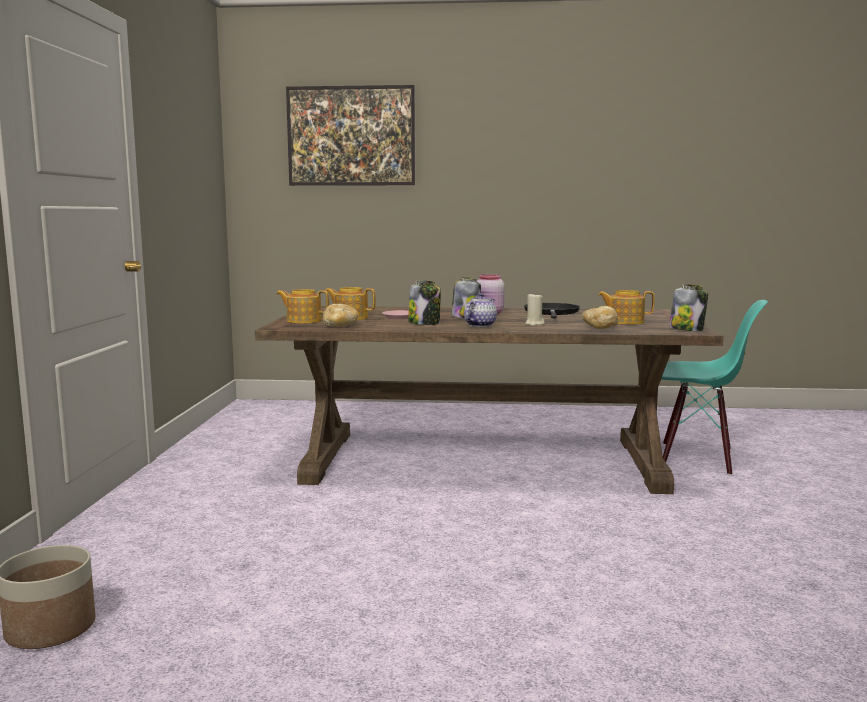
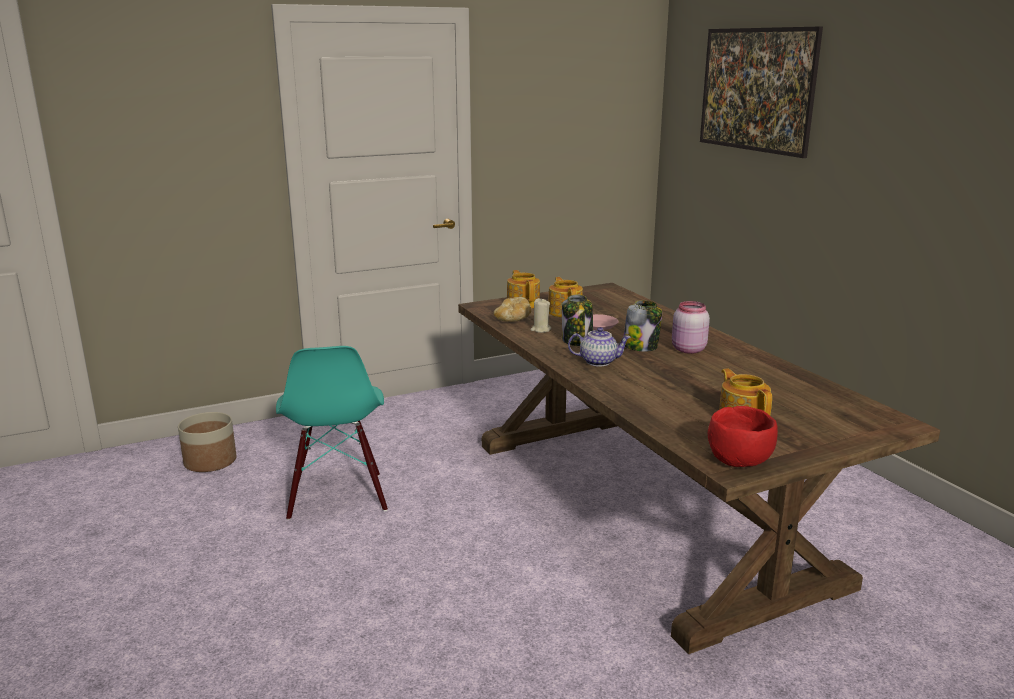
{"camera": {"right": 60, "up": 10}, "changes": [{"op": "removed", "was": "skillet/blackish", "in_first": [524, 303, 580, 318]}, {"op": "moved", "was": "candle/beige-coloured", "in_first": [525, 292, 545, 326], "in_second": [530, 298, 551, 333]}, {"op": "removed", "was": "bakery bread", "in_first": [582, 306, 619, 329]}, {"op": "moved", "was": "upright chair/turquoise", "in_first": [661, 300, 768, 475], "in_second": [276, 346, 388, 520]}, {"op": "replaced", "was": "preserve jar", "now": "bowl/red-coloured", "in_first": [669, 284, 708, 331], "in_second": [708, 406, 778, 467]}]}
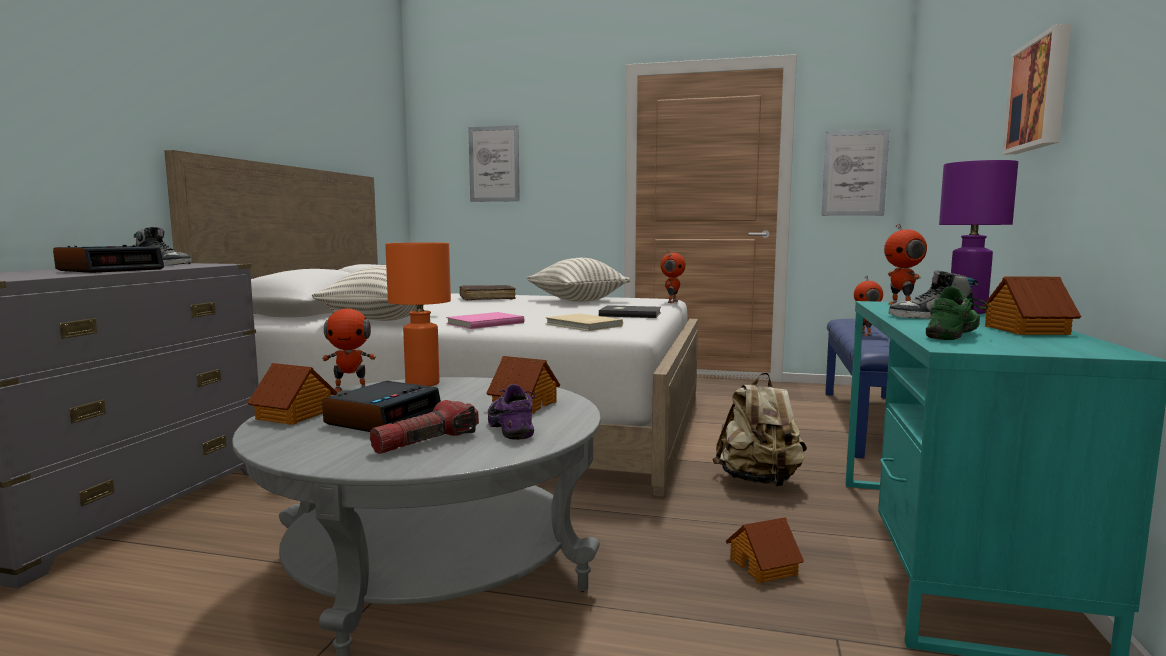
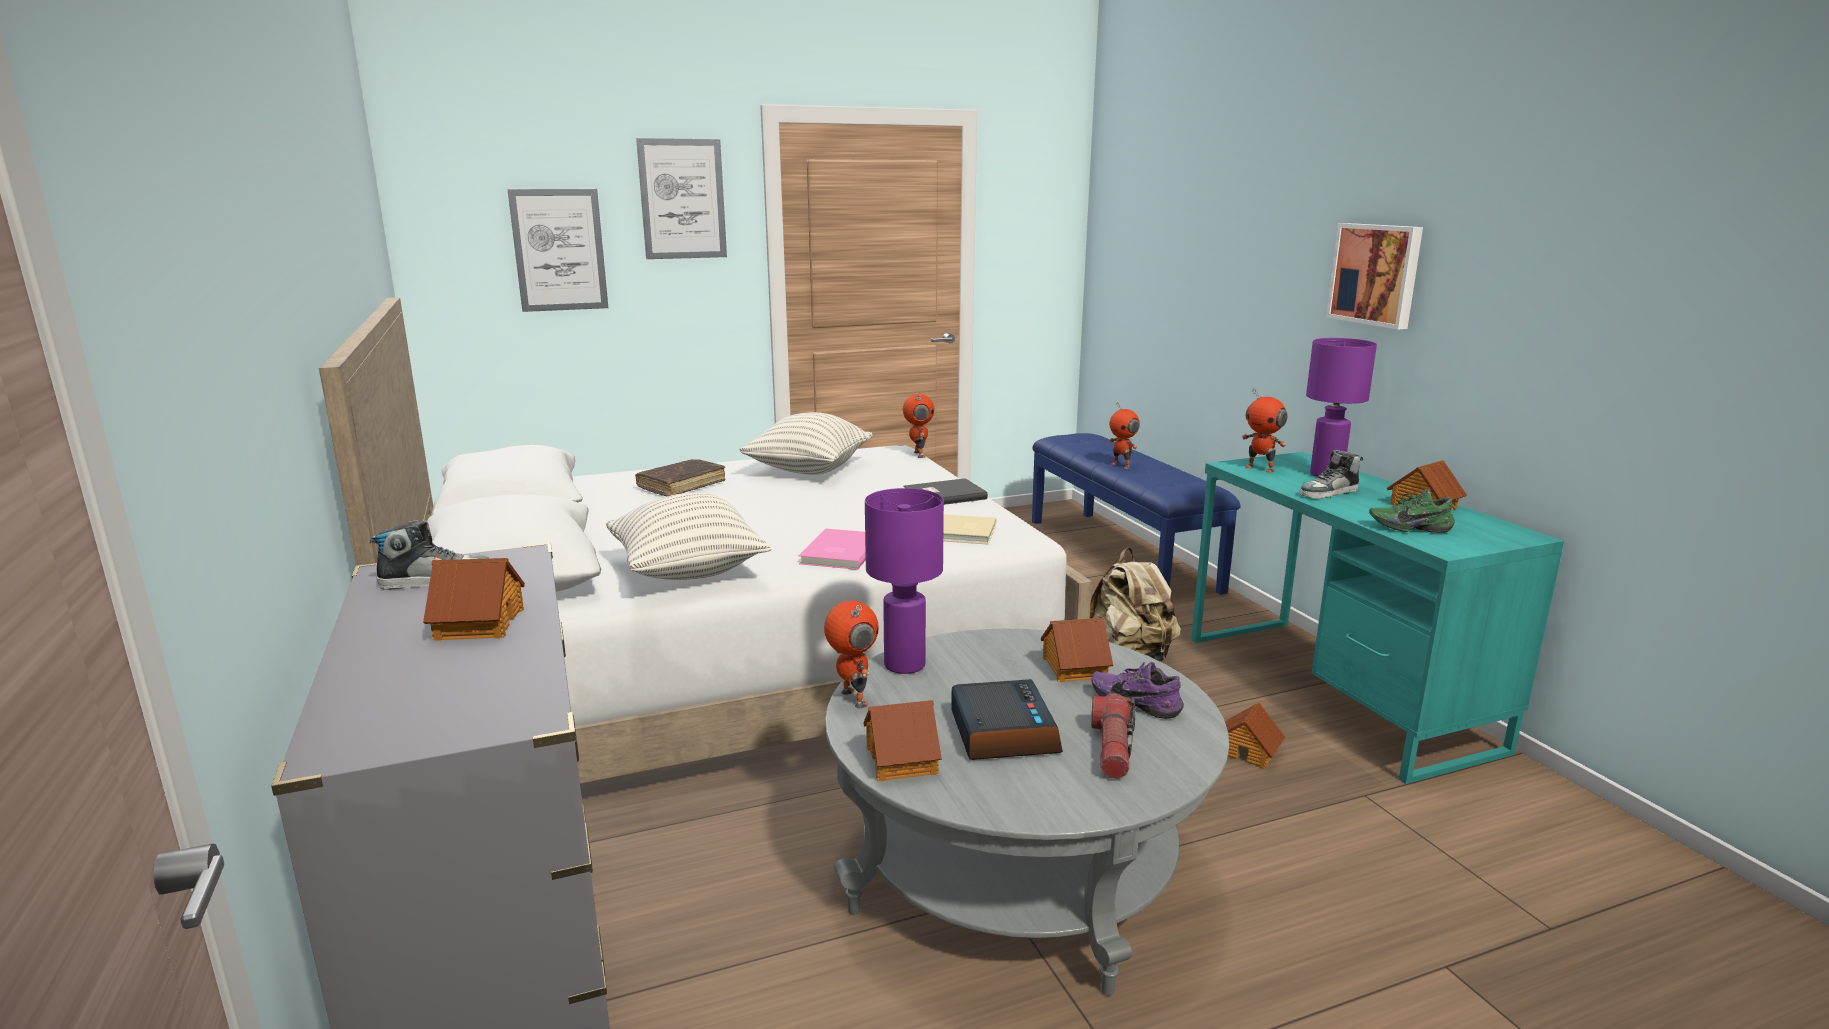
{"camera": {"right": -35, "up": 10}, "changes": [{"op": "replaced", "was": "bedside clock", "now": "model house", "in_first": [53, 245, 164, 273], "in_second": [423, 558, 525, 641]}, {"op": "turned", "was": "robot figure", "in_first": [322, 302, 376, 392], "in_second": [824, 600, 879, 708], "clockwise": -75}, {"op": "recoloured", "was": "tabletop lamp/orange-coloured", "now": "tabletop lamp/purplish", "in_first": [385, 243, 451, 386], "in_second": [865, 488, 944, 674]}, {"op": "moved", "was": "wall picture", "in_first": [821, 129, 890, 216], "in_second": [636, 138, 727, 259]}, {"op": "turned", "was": "low shoe/greenish", "in_first": [926, 286, 989, 340], "in_second": [1369, 489, 1455, 533], "clockwise": -90}]}
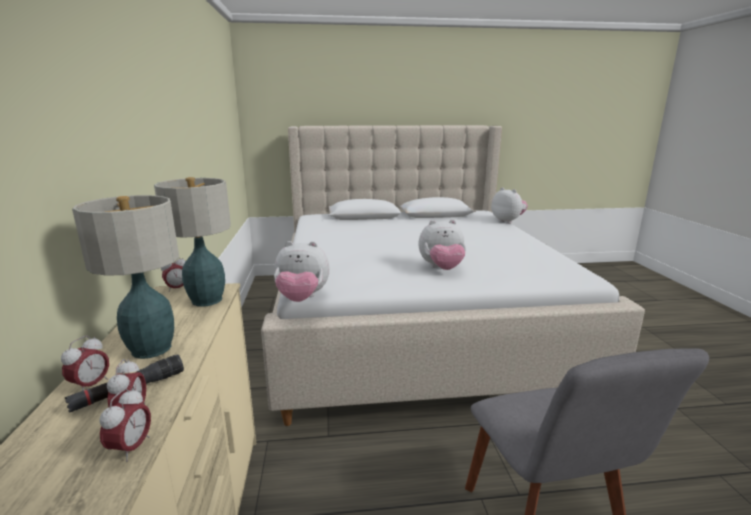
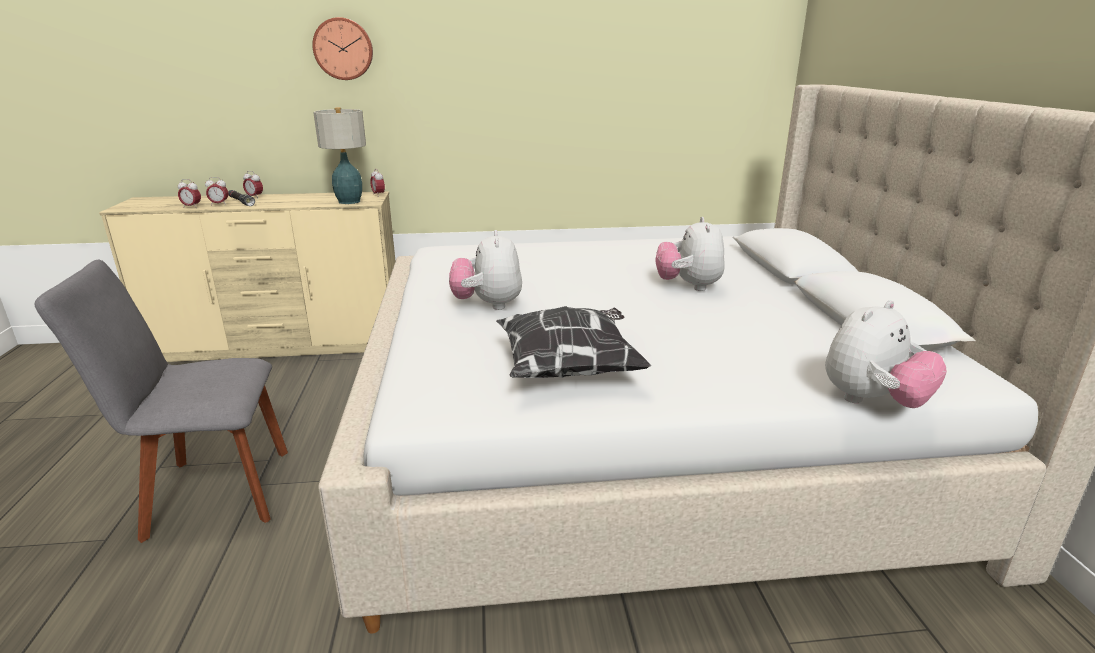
{"camera": {"right": 90, "up": 5}, "changes": [{"op": "removed", "was": "tabletop lamp", "in_first": [72, 195, 179, 359]}, {"op": "moved", "was": "plush toy", "in_first": [274, 241, 329, 302], "in_second": [655, 217, 725, 291]}, {"op": "added", "now": "clock on the wall", "in_second": [312, 17, 373, 80]}, {"op": "added", "now": "cushion", "in_second": [496, 306, 651, 378]}]}
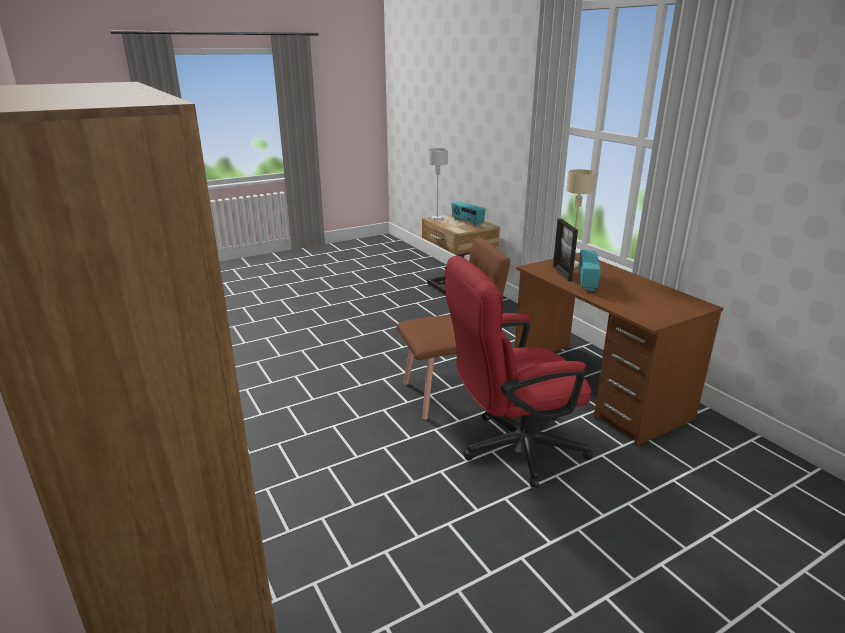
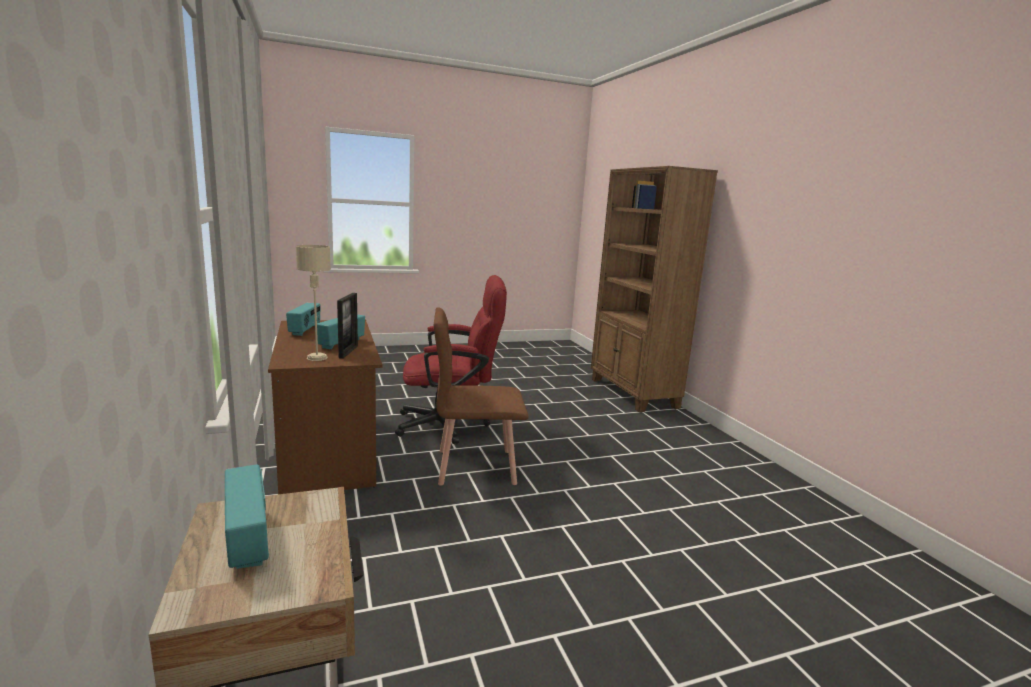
{"camera": {"right": -170, "up": -10}, "changes": [{"op": "removed", "was": "tabletop lamp/grey", "in_first": [428, 148, 448, 221]}, {"op": "added", "now": "radio set", "in_second": [286, 303, 321, 336]}]}
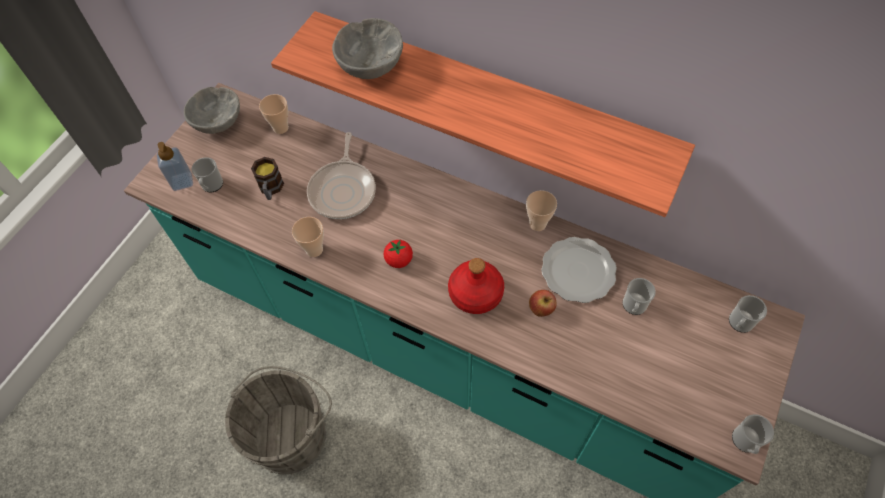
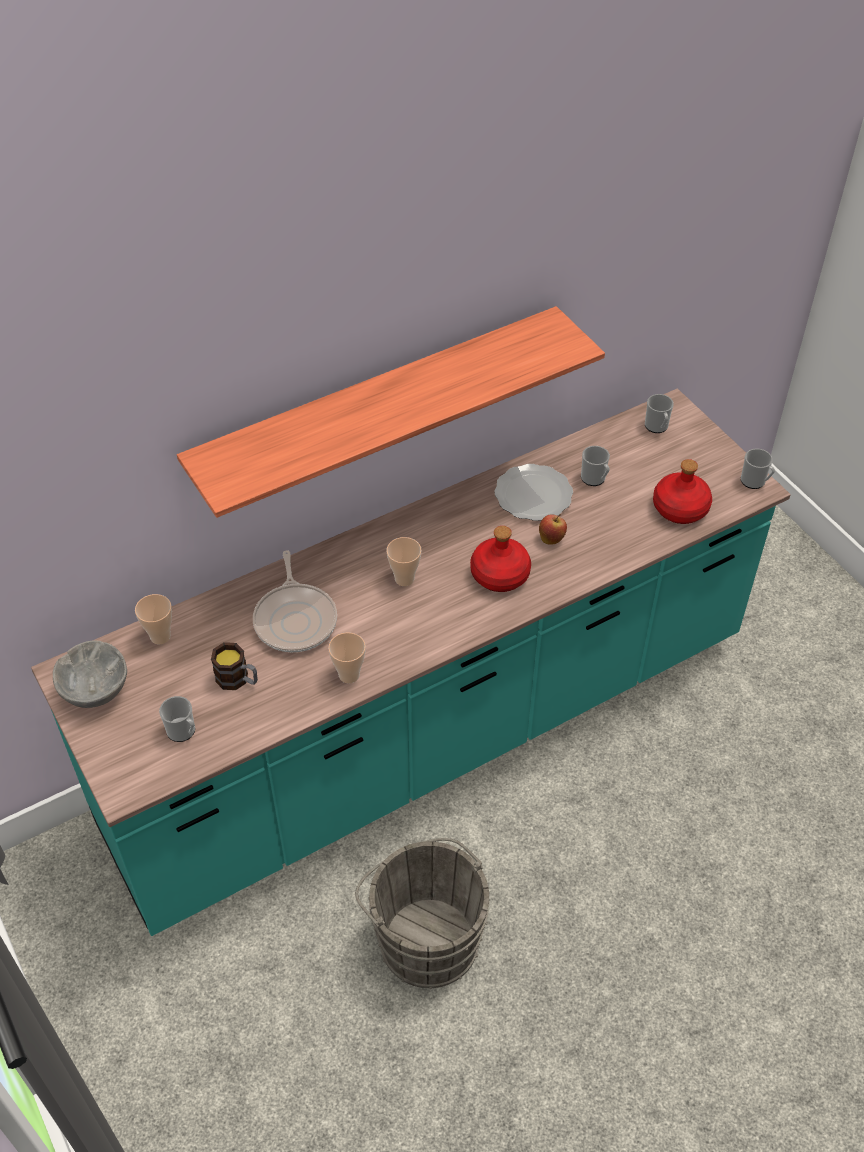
{"camera": {"right": -60, "up": -10}, "changes": [{"op": "removed", "was": "soap dispenser", "in_first": [157, 142, 193, 191]}, {"op": "turned", "was": "skillet", "in_first": [307, 132, 376, 219], "in_second": [253, 550, 337, 652], "clockwise": 45}, {"op": "removed", "was": "bowl/grey", "in_first": [332, 18, 403, 79]}, {"op": "removed", "was": "whole tomato", "in_first": [384, 240, 413, 268]}, {"op": "moved", "was": "small cup", "in_first": [526, 190, 557, 231], "in_second": [386, 537, 421, 586]}, {"op": "added", "now": "bottle/red-coloured", "in_second": [653, 459, 712, 524]}]}
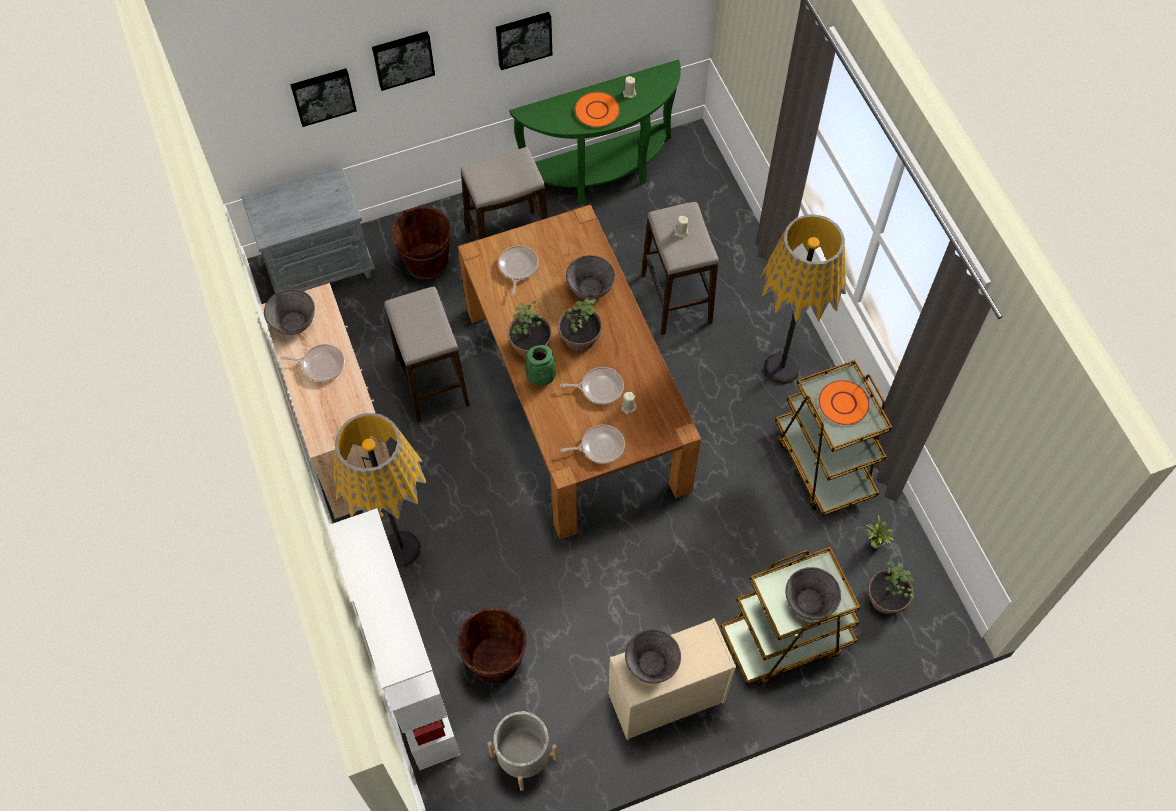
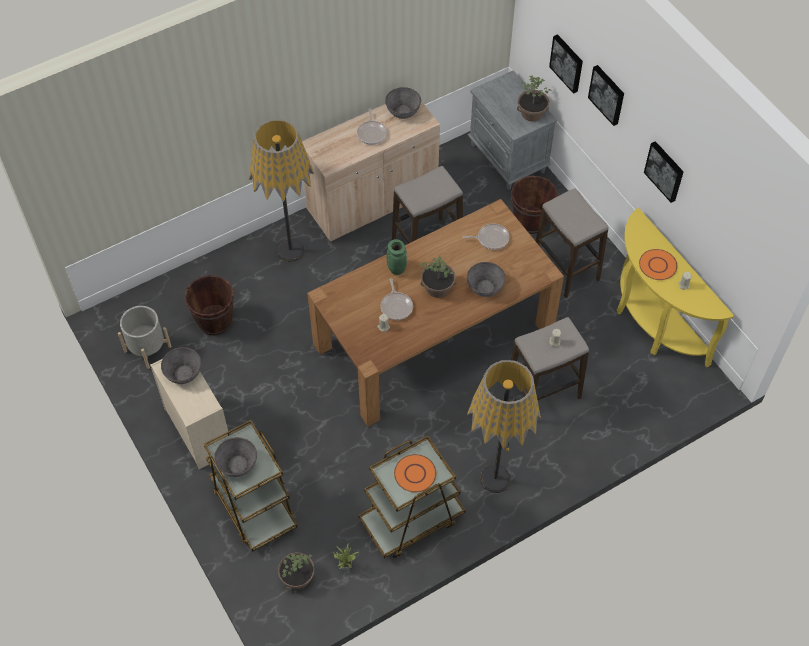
{"camera": {"right": 80, "up": -5}, "changes": [{"op": "removed", "was": "bookshelf/whitish", "in_first": [330, 508, 460, 770]}, {"op": "moved", "was": "potted plant", "in_first": [508, 301, 552, 360], "in_second": [517, 76, 551, 122]}, {"op": "recoloured", "was": "hall table/greenish", "now": "hall table/yellow-coloured", "in_first": [509, 59, 681, 204], "in_second": [617, 208, 734, 367]}, {"op": "removed", "was": "skillet", "in_first": [560, 424, 625, 464]}]}
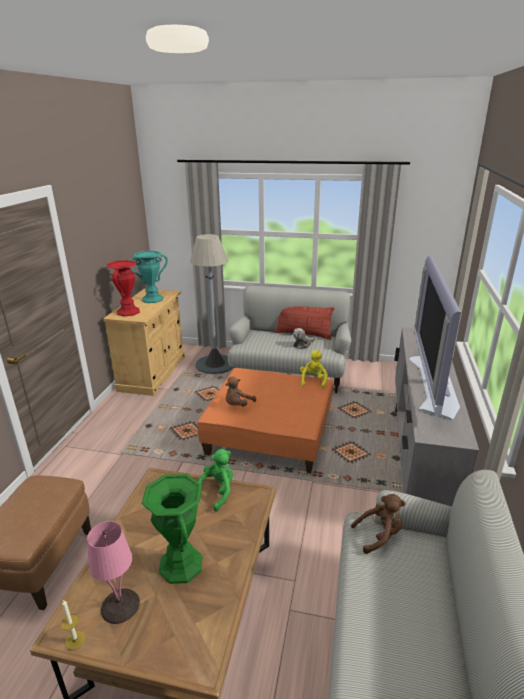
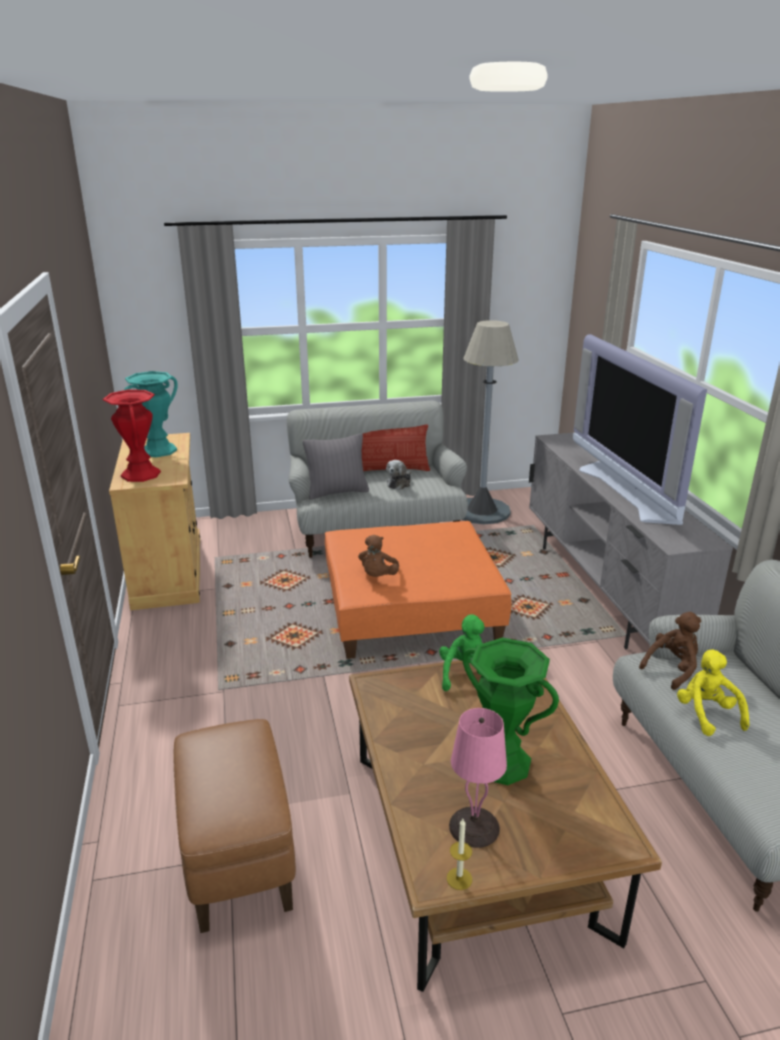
{"camera": {"right": -25, "up": 0}, "changes": [{"op": "moved", "was": "floor lamp/grey", "in_first": [190, 234, 233, 374], "in_second": [462, 320, 519, 524]}, {"op": "moved", "was": "plush toy/yellow-coloured", "in_first": [300, 350, 328, 389], "in_second": [677, 650, 750, 736]}, {"op": "added", "now": "cushion/grey", "in_second": [303, 433, 369, 500]}]}
